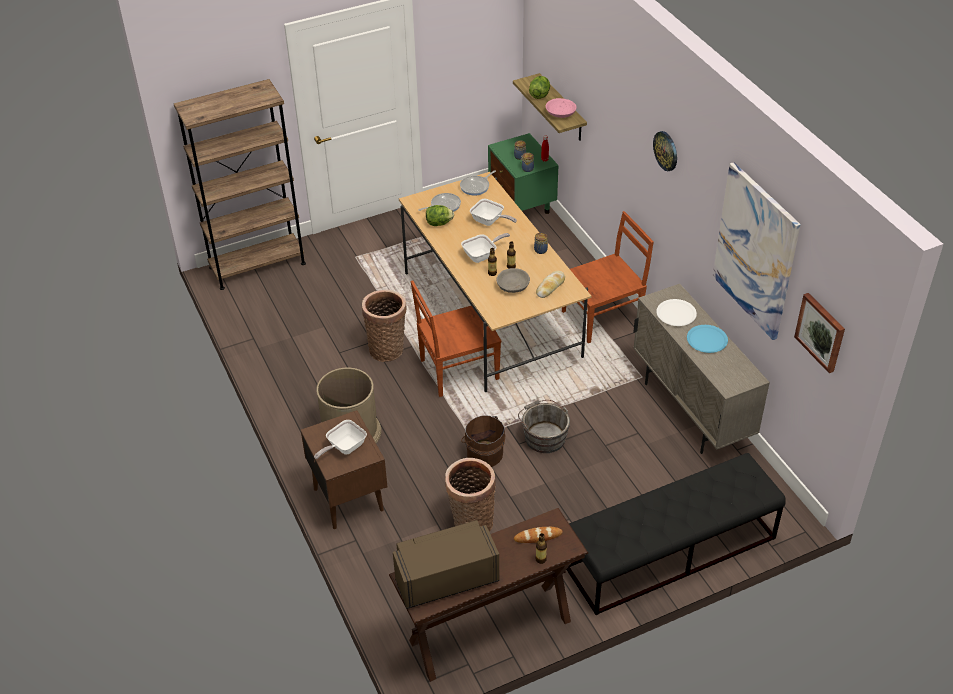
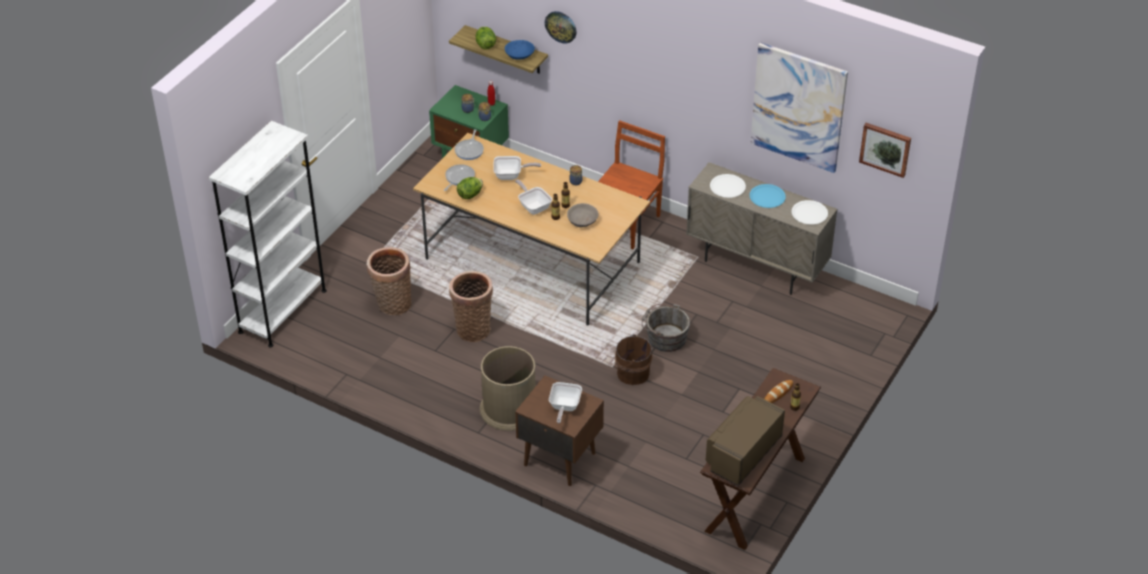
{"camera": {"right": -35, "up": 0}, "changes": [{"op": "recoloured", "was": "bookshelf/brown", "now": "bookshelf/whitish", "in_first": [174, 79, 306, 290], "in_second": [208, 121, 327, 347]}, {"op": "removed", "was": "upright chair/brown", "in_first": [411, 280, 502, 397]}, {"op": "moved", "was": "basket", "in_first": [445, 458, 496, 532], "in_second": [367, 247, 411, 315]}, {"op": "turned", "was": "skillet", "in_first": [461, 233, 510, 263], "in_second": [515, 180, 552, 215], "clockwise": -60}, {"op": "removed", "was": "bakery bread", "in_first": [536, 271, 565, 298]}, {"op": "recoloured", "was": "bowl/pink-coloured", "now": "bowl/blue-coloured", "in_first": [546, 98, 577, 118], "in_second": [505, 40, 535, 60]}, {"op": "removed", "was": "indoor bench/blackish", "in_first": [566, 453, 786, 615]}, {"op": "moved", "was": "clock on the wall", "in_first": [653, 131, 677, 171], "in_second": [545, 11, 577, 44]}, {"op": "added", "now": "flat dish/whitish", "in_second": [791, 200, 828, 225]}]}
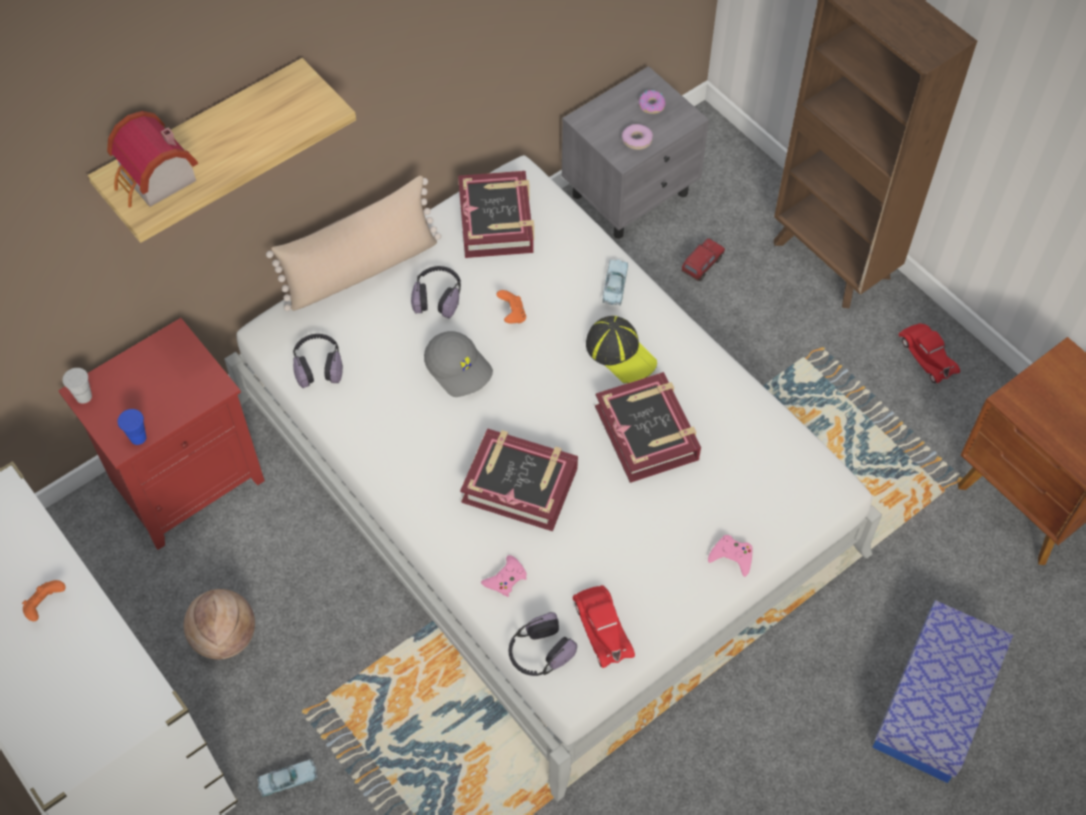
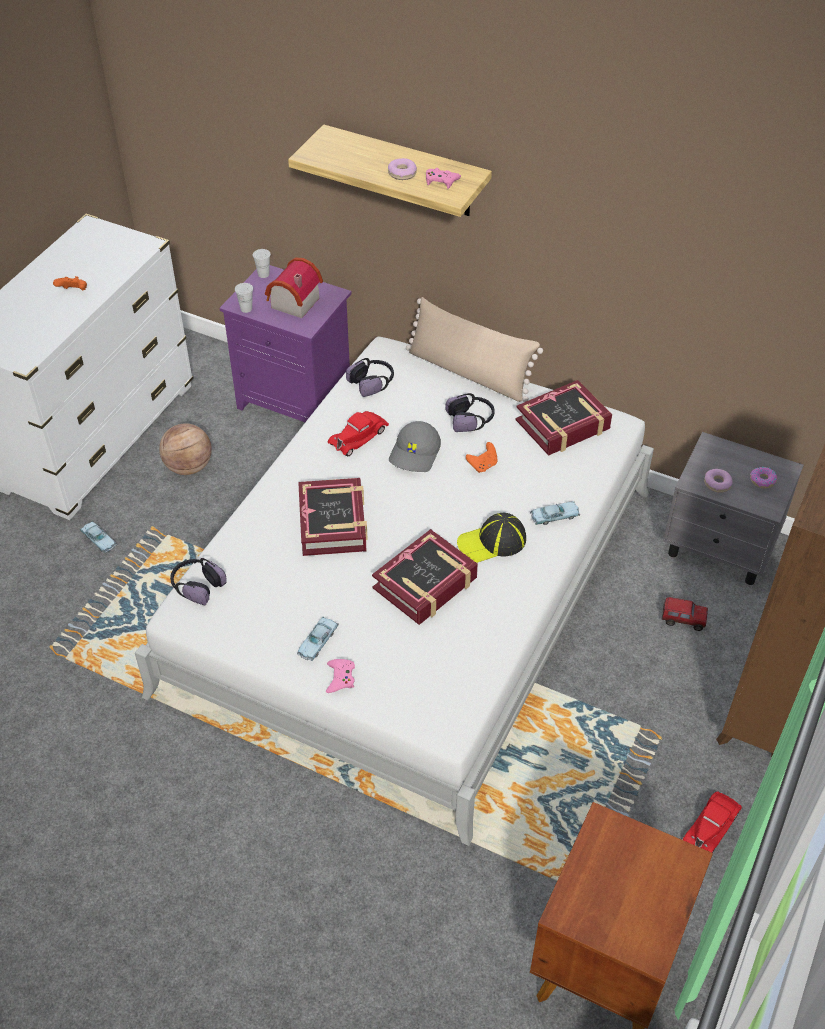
{"camera": {"right": 65, "up": -10}, "changes": [{"op": "recoloured", "was": "nightstand/red-coloured", "now": "nightstand/purplish", "in_first": [58, 318, 265, 550], "in_second": [219, 265, 352, 422]}, {"op": "moved", "was": "model house", "in_first": [107, 111, 198, 207], "in_second": [265, 257, 323, 318]}, {"op": "recoloured", "was": "small cup/blue-coloured", "now": "small cup/whitish", "in_first": [118, 409, 146, 445], "in_second": [235, 283, 253, 313]}, {"op": "moved", "was": "joypad/pink-coloured", "in_first": [481, 555, 527, 597], "in_second": [426, 168, 461, 189]}, {"op": "moved", "was": "toy car/red-coloured", "in_first": [573, 585, 635, 668], "in_second": [328, 411, 389, 457]}, {"op": "turned", "was": "peaked cap", "in_first": [586, 316, 657, 383], "in_second": [457, 513, 526, 563], "clockwise": 45}, {"op": "removed", "was": "storage bin", "in_first": [873, 600, 1013, 783]}, {"op": "added", "now": "toy car/blue-coloured", "in_second": [297, 617, 339, 661]}, {"op": "added", "now": "donut", "in_second": [388, 158, 417, 180]}]}
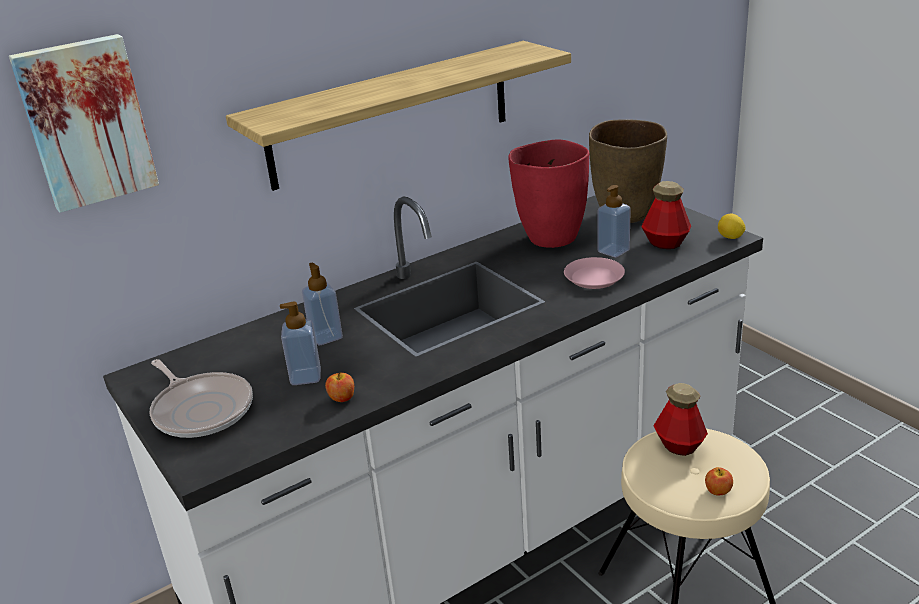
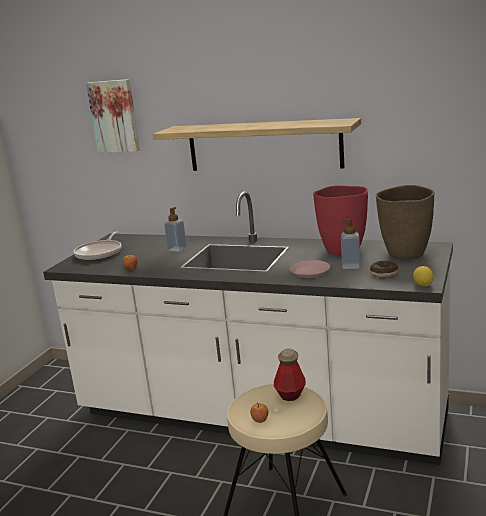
{"camera": {"right": 55, "up": -10}, "changes": [{"op": "removed", "was": "soap dispenser", "in_first": [280, 302, 321, 385]}, {"op": "replaced", "was": "bottle", "now": "donut", "in_first": [641, 181, 691, 249], "in_second": [370, 261, 398, 277]}]}
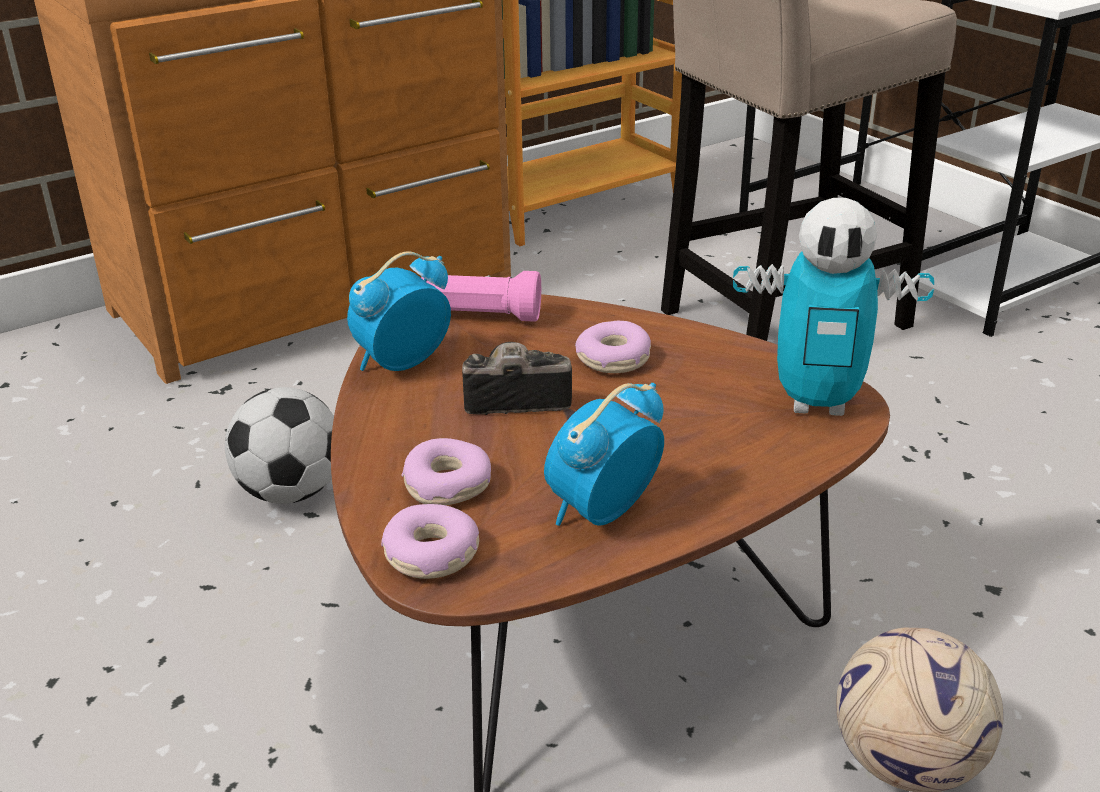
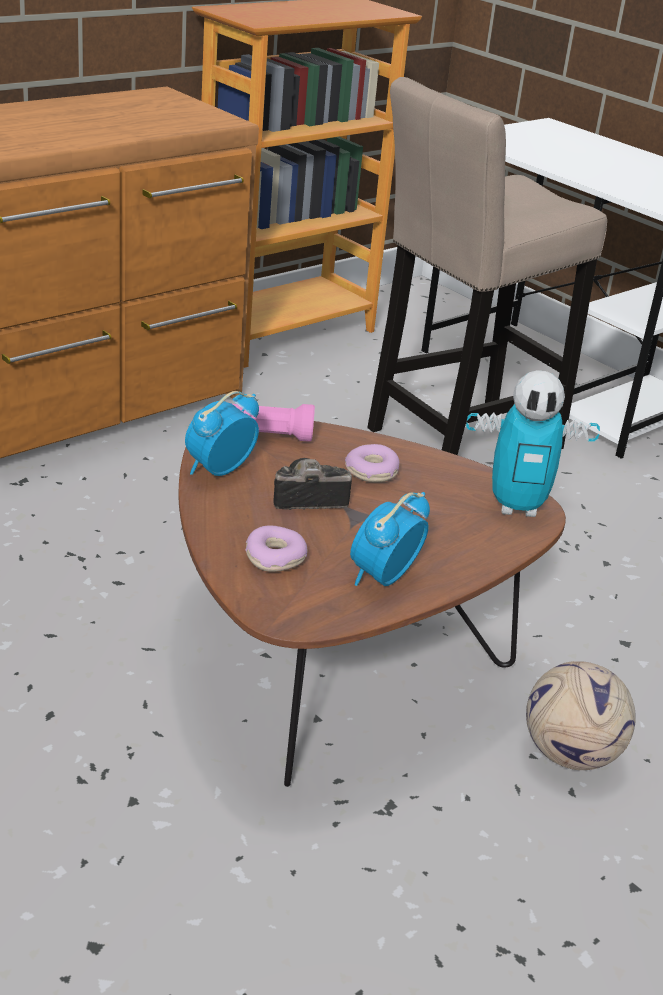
{"camera": {"right": -10, "up": 0}, "changes": [{"op": "removed", "was": "ball for football", "in_first": [225, 387, 334, 504]}, {"op": "removed", "was": "donut", "in_first": [381, 504, 479, 579]}]}
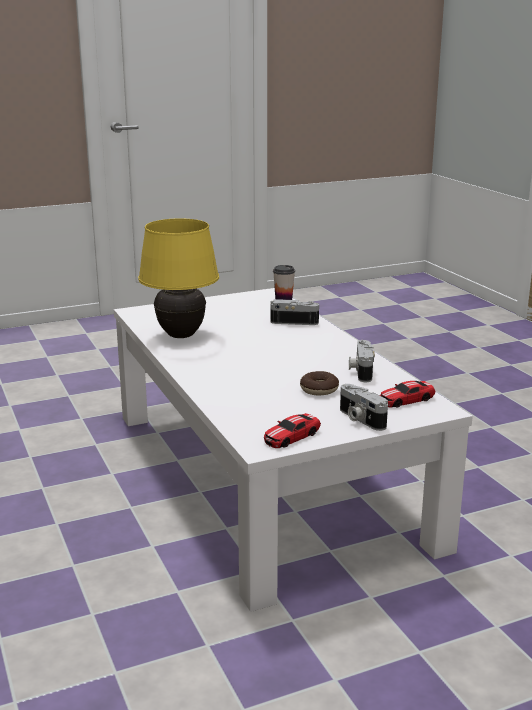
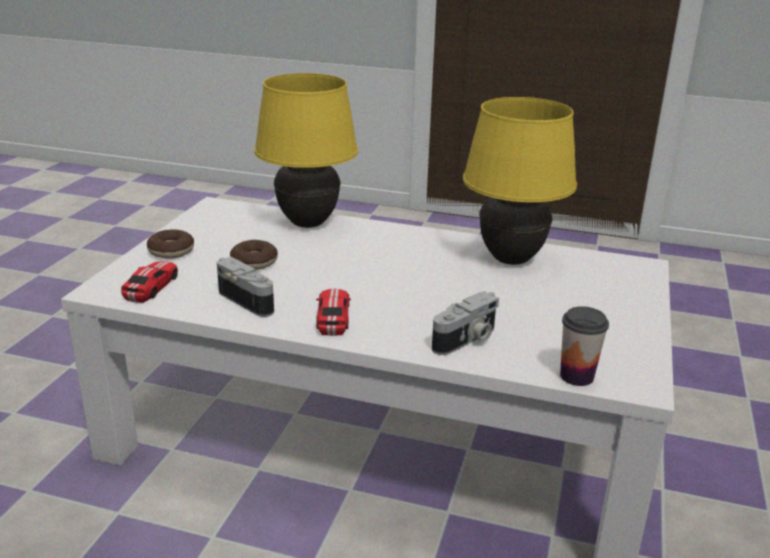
{"camera": {"right": 130, "up": 5}, "changes": [{"op": "moved", "was": "toy car", "in_first": [264, 413, 321, 448], "in_second": [316, 289, 351, 336]}, {"op": "replaced", "was": "photo camera", "now": "donut", "in_first": [340, 384, 388, 431], "in_second": [147, 229, 194, 259]}, {"op": "added", "now": "tabletop lamp/yellow-coloured", "in_second": [254, 73, 358, 228]}]}
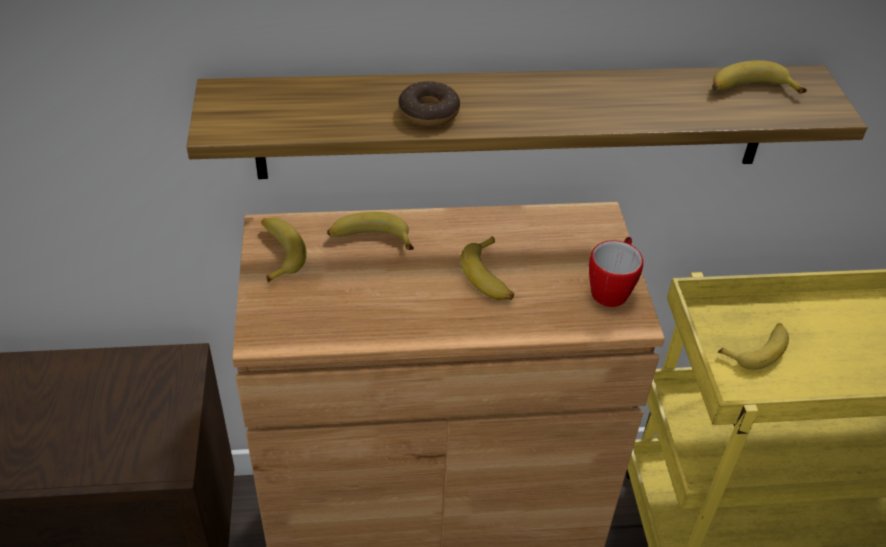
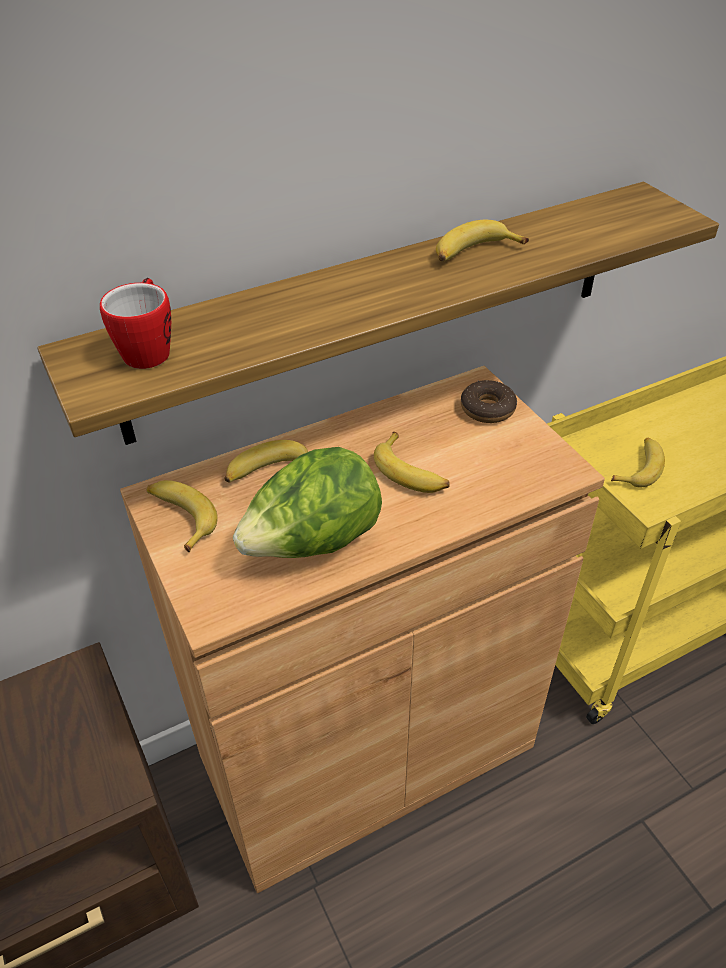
{"camera": {"right": -20, "up": 0}, "changes": [{"op": "moved", "was": "donut", "in_first": [398, 80, 460, 127], "in_second": [461, 380, 517, 423]}, {"op": "moved", "was": "mug", "in_first": [589, 237, 643, 307], "in_second": [100, 278, 171, 369]}, {"op": "moved", "was": "banana fruit", "in_first": [712, 60, 807, 94], "in_second": [436, 220, 529, 262]}, {"op": "added", "now": "lettuce head", "in_second": [233, 447, 382, 558]}]}
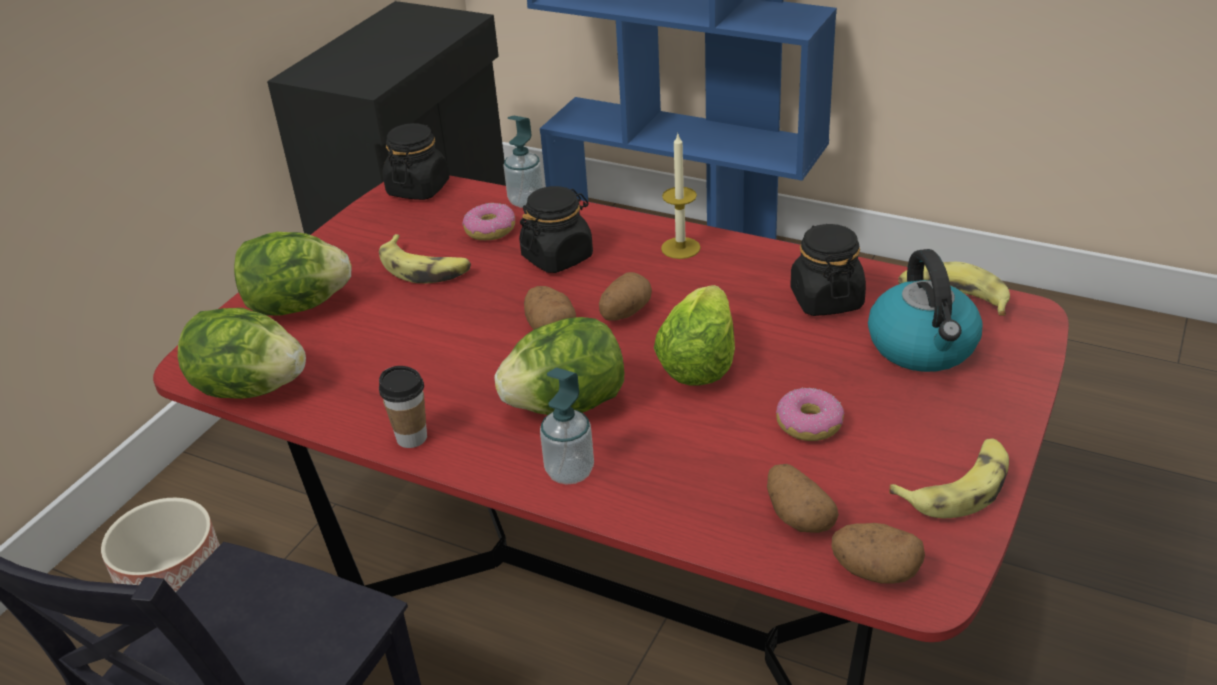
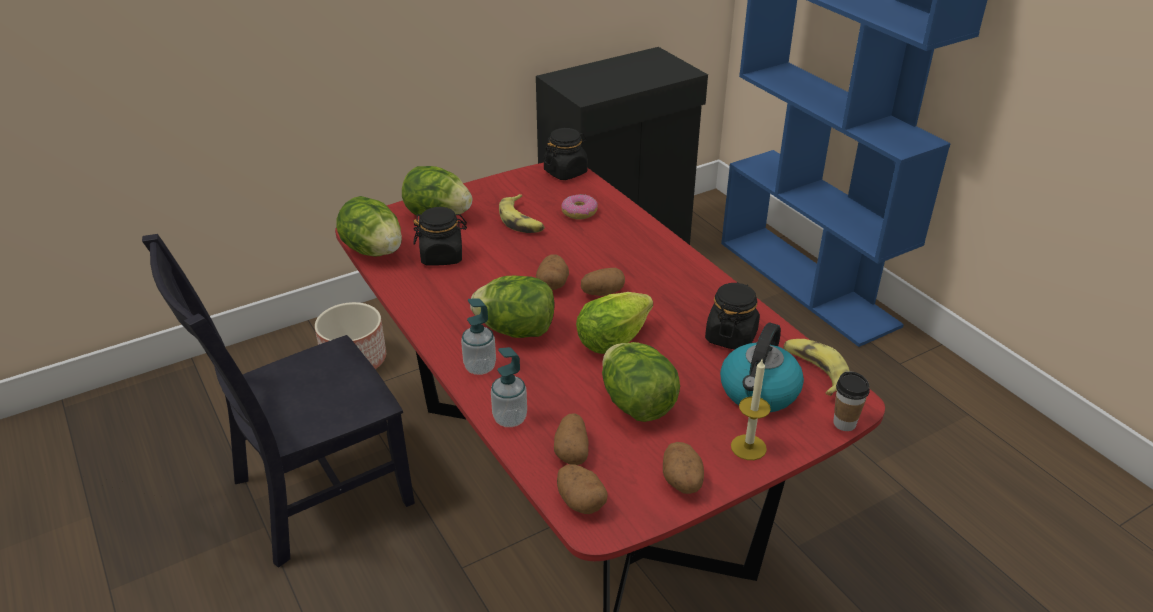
{"camera": {"right": 30, "up": 0}, "changes": [{"op": "moved", "was": "small cup", "in_first": [379, 366, 427, 448], "in_second": [833, 372, 870, 431]}, {"op": "moved", "was": "soap dispenser", "in_first": [504, 116, 543, 208], "in_second": [491, 347, 527, 427]}, {"op": "moved", "was": "preserve jar/blackish", "in_first": [519, 186, 593, 273], "in_second": [413, 207, 467, 266]}, {"op": "moved", "was": "candle", "in_first": [661, 134, 701, 259], "in_second": [731, 360, 771, 460]}, {"op": "replaced", "was": "donut", "now": "lettuce head", "in_first": [776, 387, 844, 441], "in_second": [602, 342, 680, 422]}, {"op": "replaced", "was": "banana fruit", "now": "spud", "in_first": [889, 438, 1009, 518], "in_second": [663, 442, 704, 494]}]}
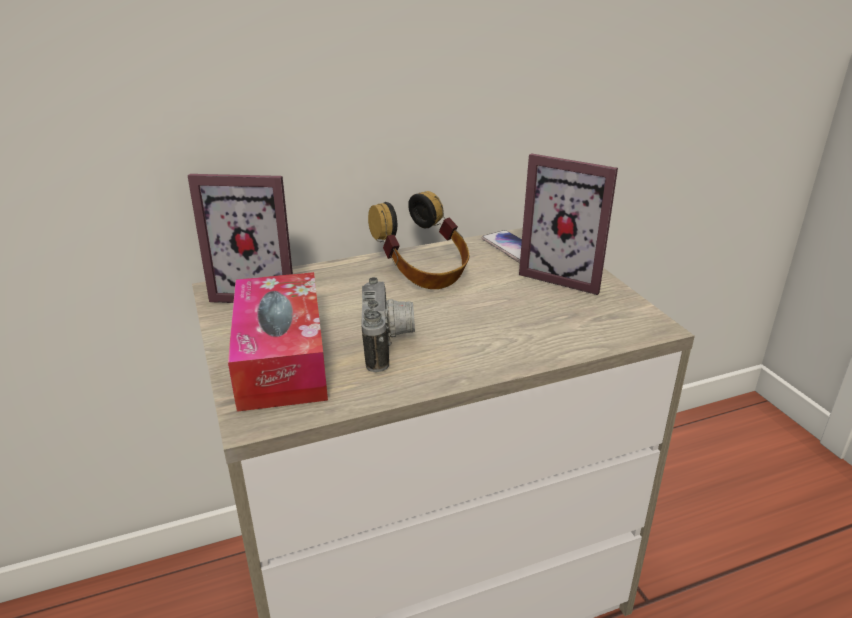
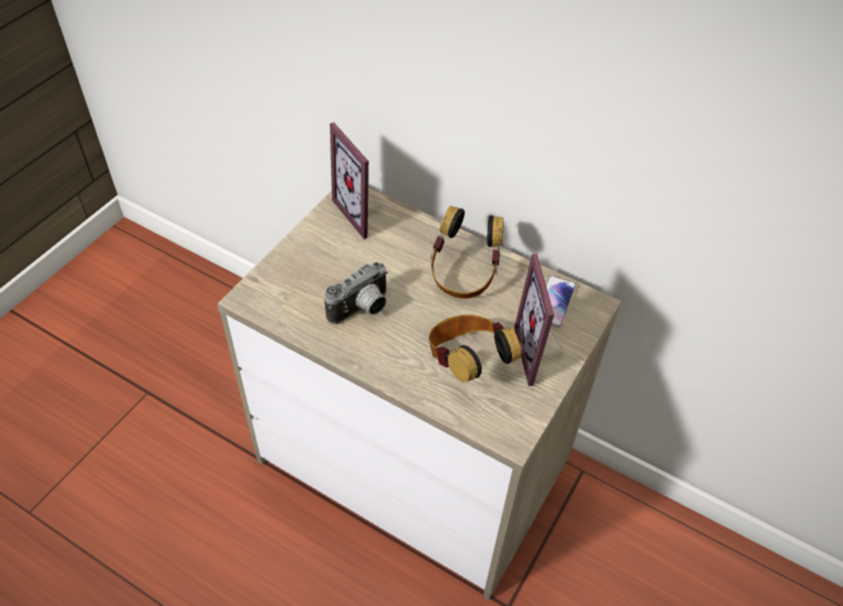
{"camera": {"right": 50, "up": 20}, "changes": [{"op": "removed", "was": "tissue box", "in_first": [228, 272, 328, 412]}, {"op": "added", "now": "headset", "in_second": [429, 315, 522, 383]}]}
